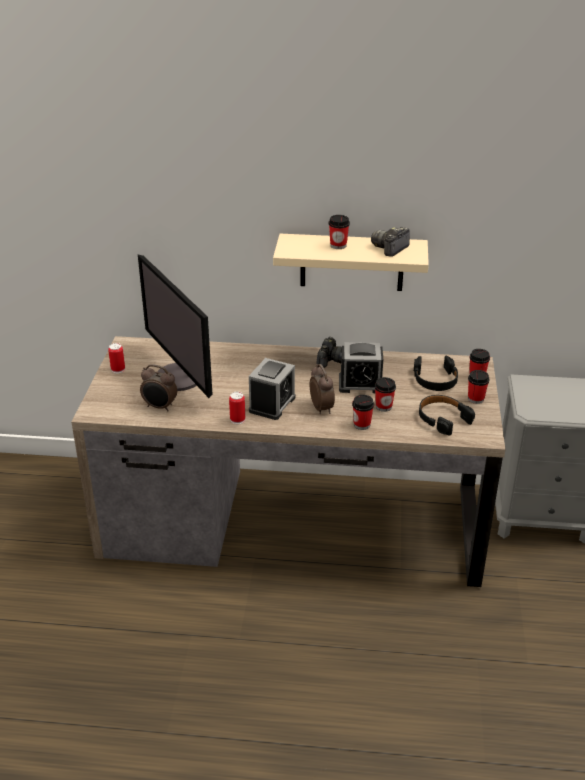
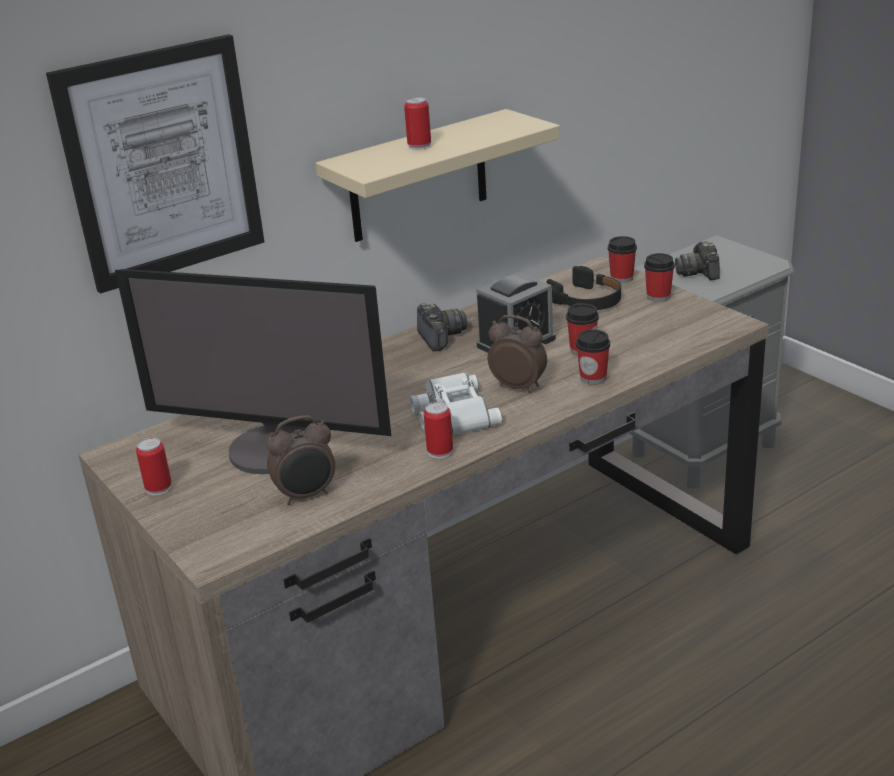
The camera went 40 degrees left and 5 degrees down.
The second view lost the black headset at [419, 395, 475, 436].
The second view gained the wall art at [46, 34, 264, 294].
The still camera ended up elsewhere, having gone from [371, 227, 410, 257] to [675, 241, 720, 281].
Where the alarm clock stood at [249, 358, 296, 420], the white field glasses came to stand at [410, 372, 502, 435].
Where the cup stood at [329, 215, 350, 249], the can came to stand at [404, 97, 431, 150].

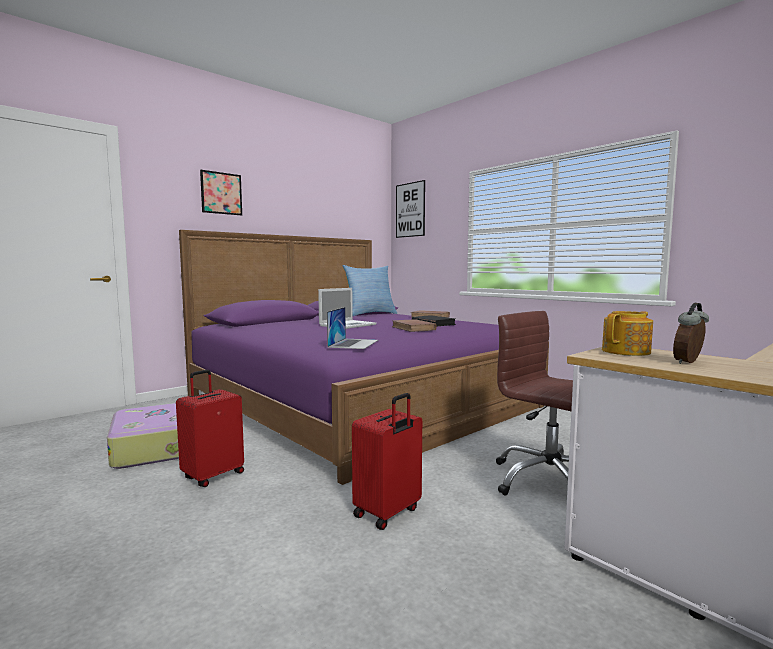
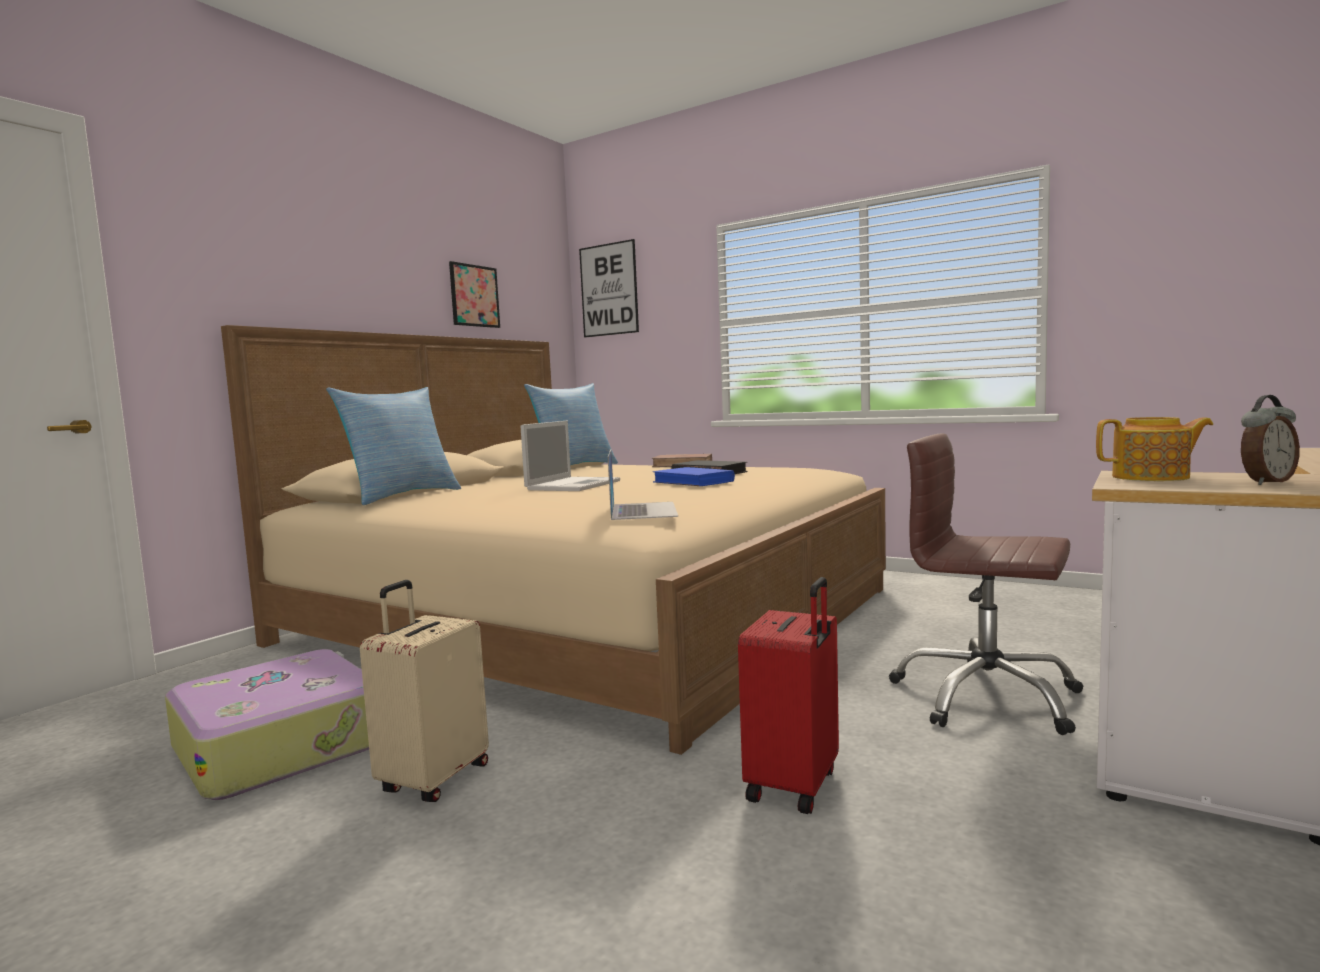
The camera went 15 degrees left and 0 degrees up.
The second view gained the pillow at [326, 387, 461, 505].
The wall art ended up elsewhere, having gone from [200, 170, 242, 216] to [449, 261, 500, 328].
What was the red-coloured travel case at [176, 370, 244, 487] turned into the sand-coloured travel case at [360, 580, 489, 802].
What was the purple-coloured bed at [179, 230, 549, 485] turned into the sand-coloured bed at [221, 325, 886, 755].
What was the brown-coloured volume at [392, 319, 437, 332] turned into the blue-coloured volume at [653, 467, 735, 486].
The teapot at [602, 311, 653, 356] ended up facing another way, 60 degrees clockwise from before.
The alarm clock at [673, 303, 709, 364] ended up facing another way, 150 degrees counterclockwise from before.

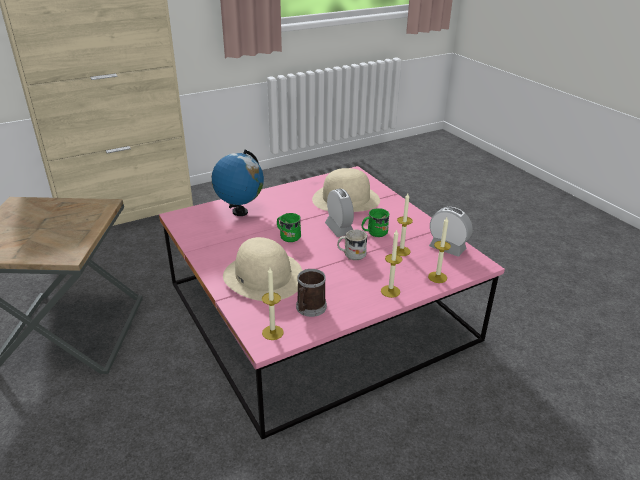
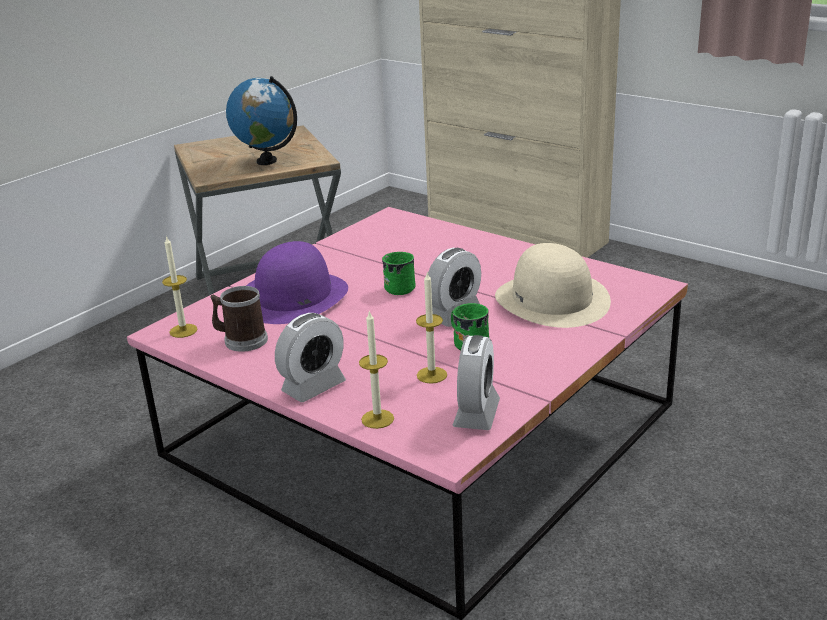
The camera went 70 degrees right and 5 degrees down.
The second view lost the white tea mug at [337, 230, 367, 260].
The globe ended up elsewhere, having gone from [212, 150, 264, 216] to [226, 76, 297, 165].
Where the wax light stood at [381, 229, 402, 298], the alarm clock came to stand at [275, 313, 346, 402].
What was the sand-coloured clothing hat at [223, 237, 303, 301] turned into the purple-coloured clothing hat at [246, 241, 348, 324].

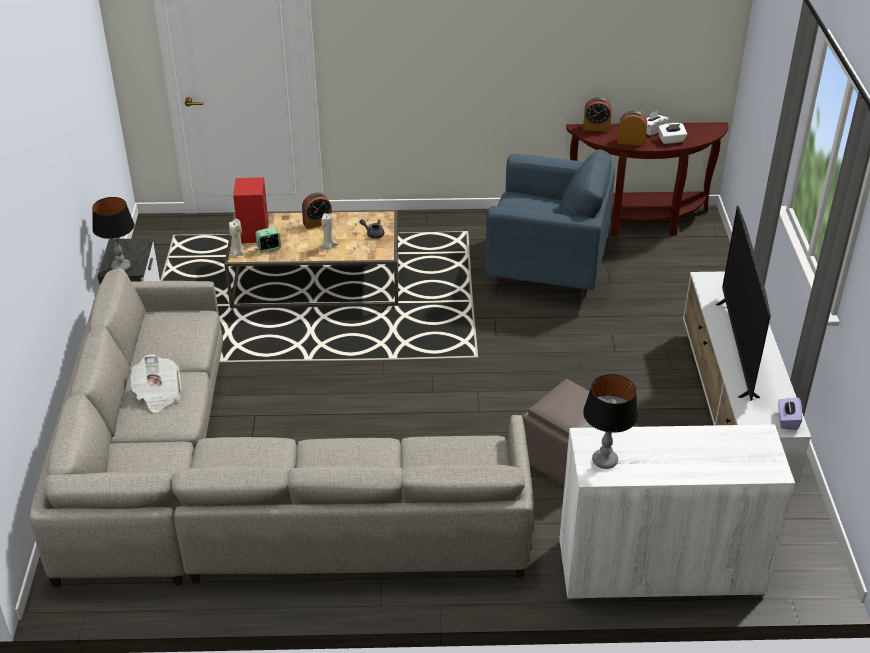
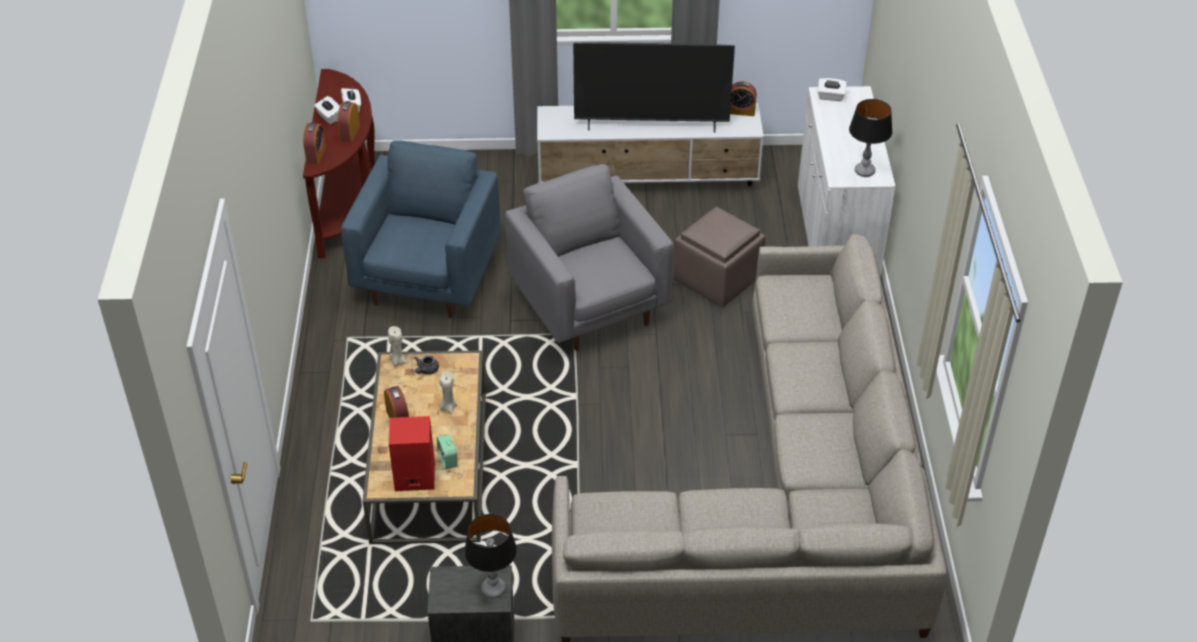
The camera went 90 degrees left and 5 degrees up.
The second view lost the daily paper at [130, 354, 181, 413].
The second view gained the grey easy chair at [505, 164, 674, 351].
The second view gained the white tissue box at [818, 78, 847, 101].
The sand-coloured wax light ended up elsewhere, having gone from [229, 219, 245, 257] to [388, 326, 408, 366].
Where the purple-coloured tissue box stood at [778, 398, 802, 430], the alarm clock came to stand at [730, 81, 756, 116].

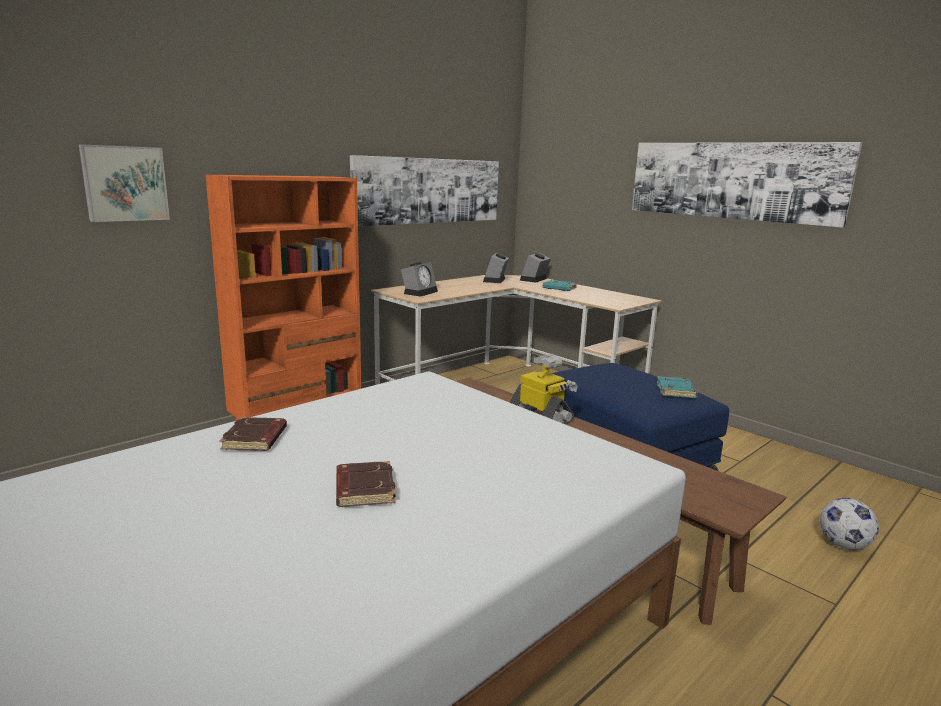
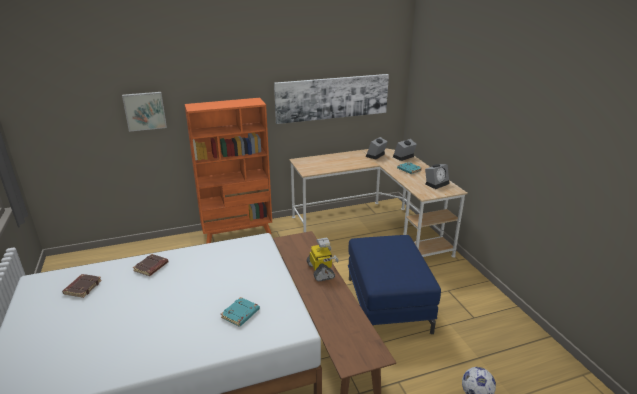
The camera went 25 degrees right and 10 degrees up.
The second view lost the wall art at [632, 142, 862, 228].
The brown-coloured volume ended up elsewhere, having gone from [336, 461, 396, 507] to [62, 274, 102, 298].
The alarm clock ended up elsewhere, having gone from [401, 262, 438, 297] to [425, 164, 450, 189].
The turquoise-coloured volume ended up elsewhere, having gone from [656, 376, 698, 398] to [221, 297, 260, 327].

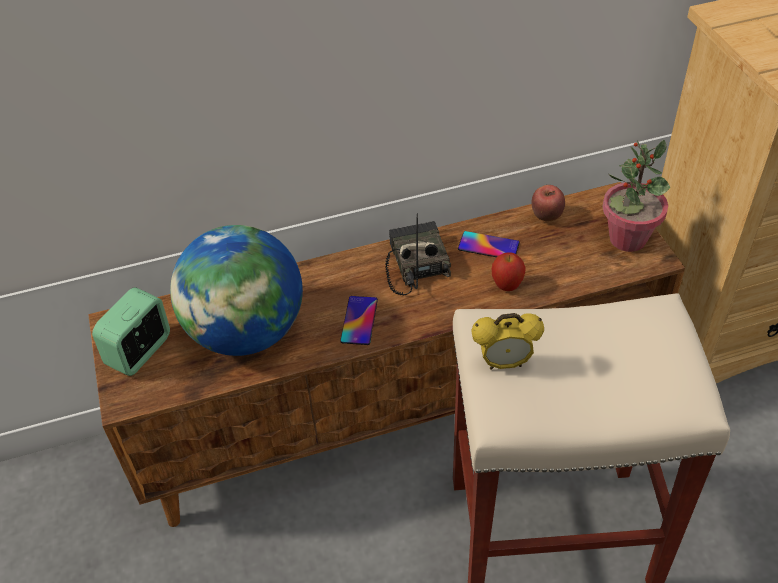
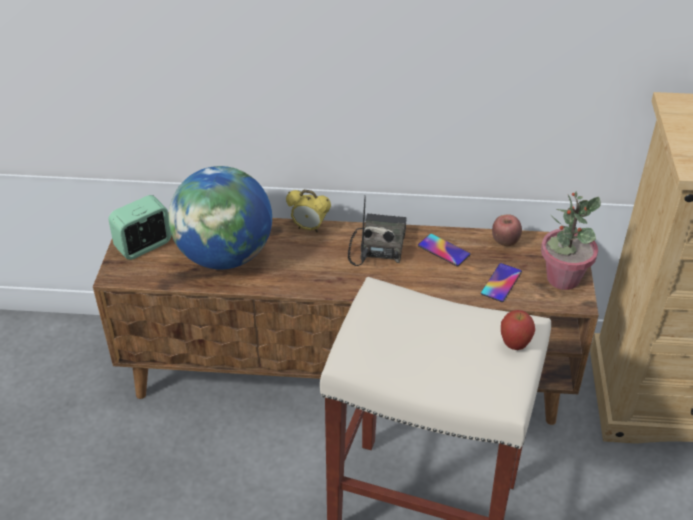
The camera went 20 degrees right and 5 degrees down.
The handset ended up elsewhere, having gone from [340, 296, 378, 345] to [481, 263, 522, 302].
The alarm clock ended up elsewhere, having gone from [471, 313, 544, 370] to [286, 190, 331, 233].
The apple fruit ended up elsewhere, having gone from [492, 252, 526, 291] to [501, 310, 535, 350].

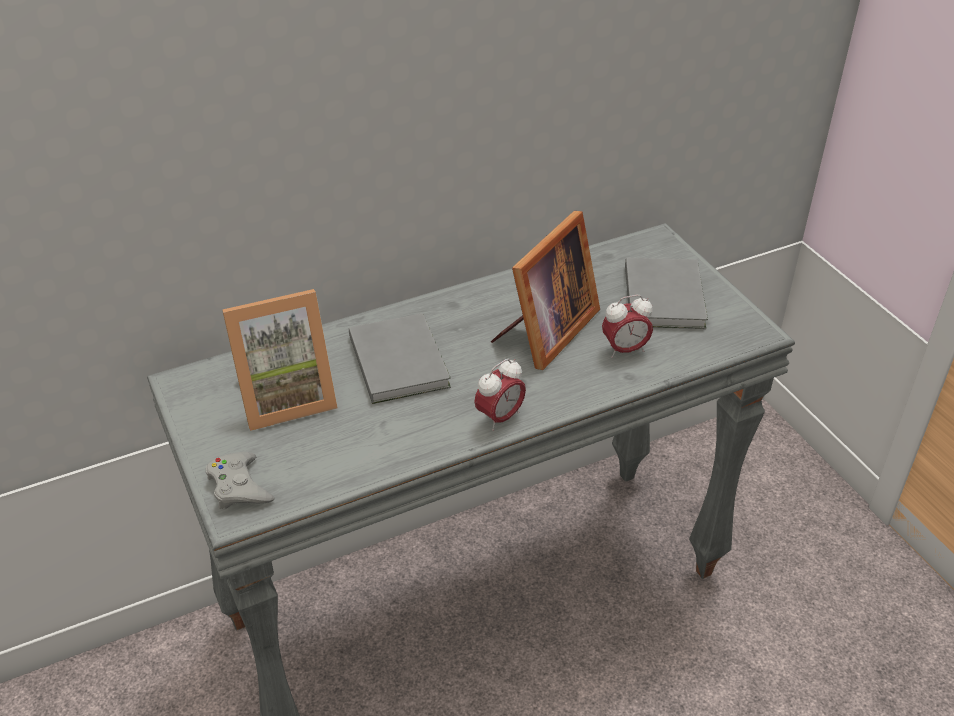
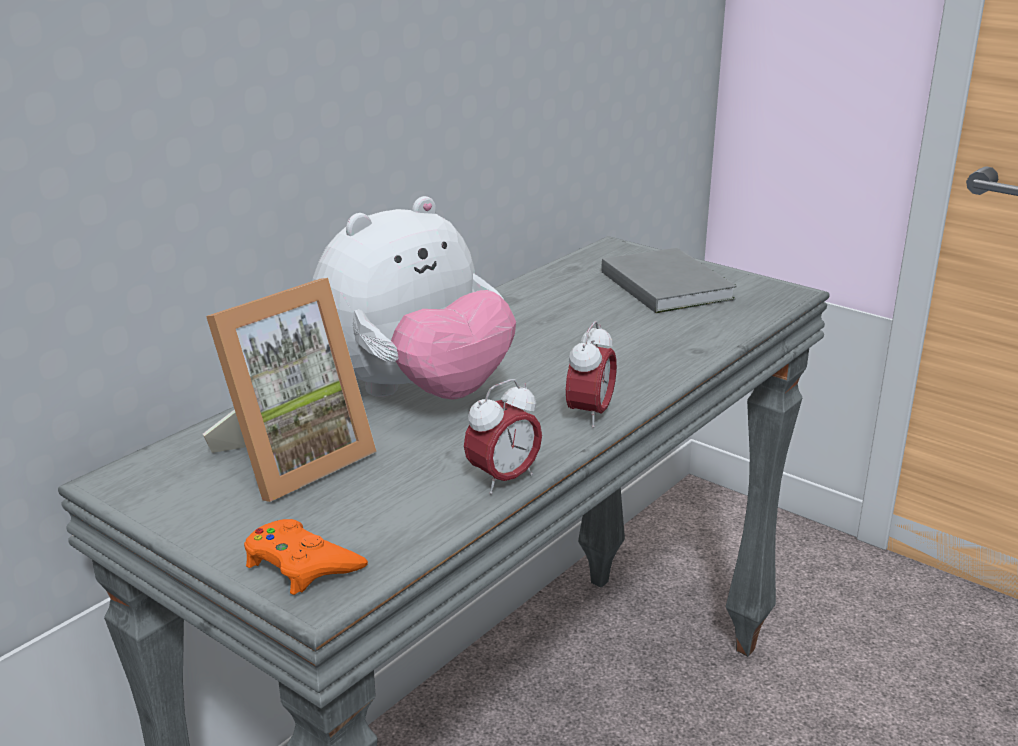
The camera went 25 degrees left and 15 degrees down.
The second view lost the photo frame at [491, 211, 600, 370].
The alarm clock ended up elsewhere, having gone from [602, 295, 653, 358] to [464, 379, 542, 494].
Where the grey volume stood at [349, 313, 451, 404], the soft toy came to stand at [312, 196, 516, 400].
What was the grey joypad at [205, 452, 274, 509] turned into the orange-coloured joypad at [244, 519, 368, 595].

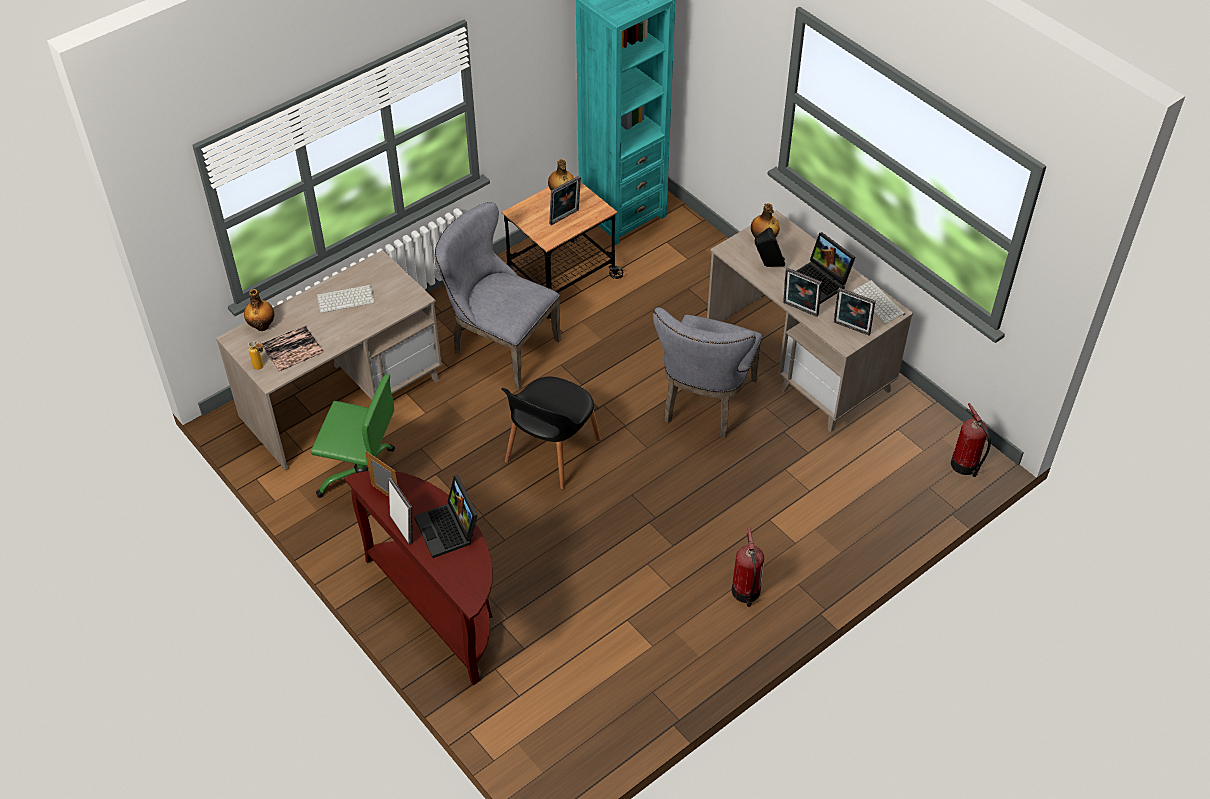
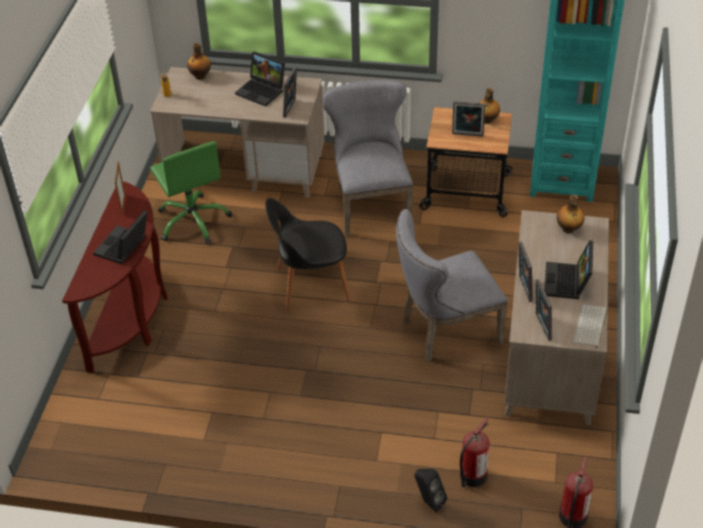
The camera went 50 degrees right and 5 degrees down.
The second view lost the volume at [262, 325, 323, 372].
The photo frame ended up elsewhere, having gone from [388, 477, 413, 545] to [283, 66, 297, 118].
The fire-fighting cylinder ended up elsewhere, having gone from [732, 528, 764, 607] to [460, 417, 490, 487].
The black speaker ended up elsewhere, having gone from [755, 228, 785, 267] to [415, 469, 447, 513].
Where the computer keyboard stood at [317, 285, 375, 313], the notebook computer came to stand at [235, 51, 285, 107].

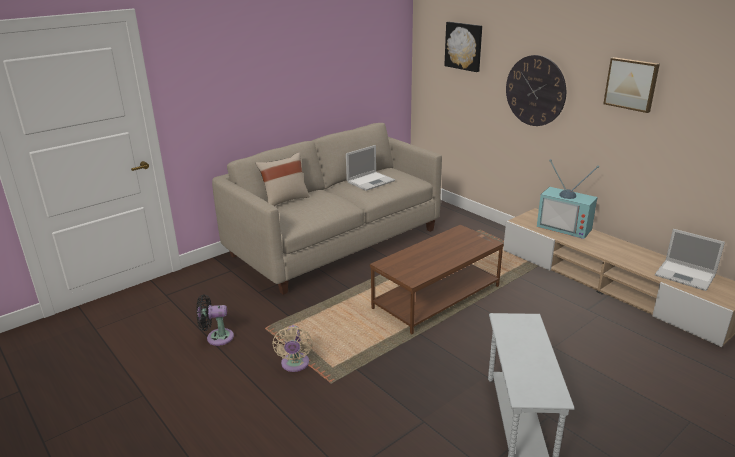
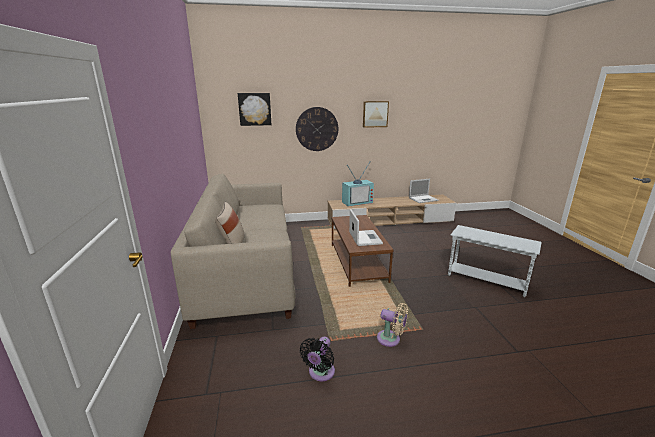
The camera went 60 degrees left and 5 degrees down.
The notebook computer ended up elsewhere, having gone from [346, 145, 395, 191] to [349, 209, 383, 246].

